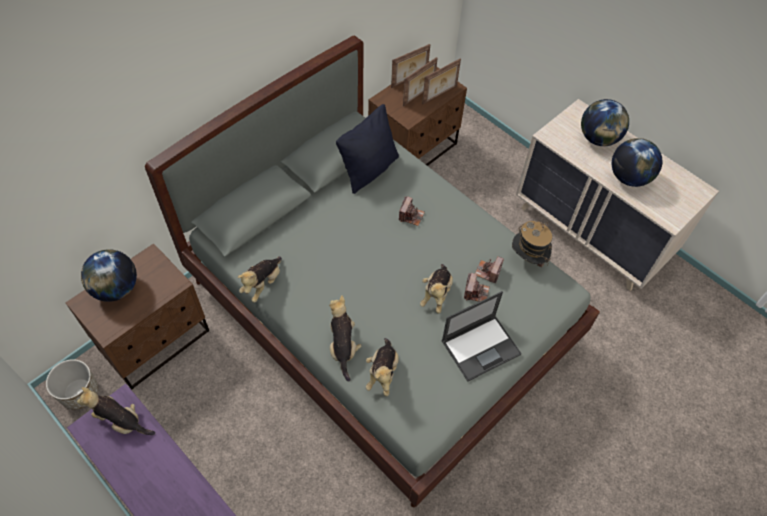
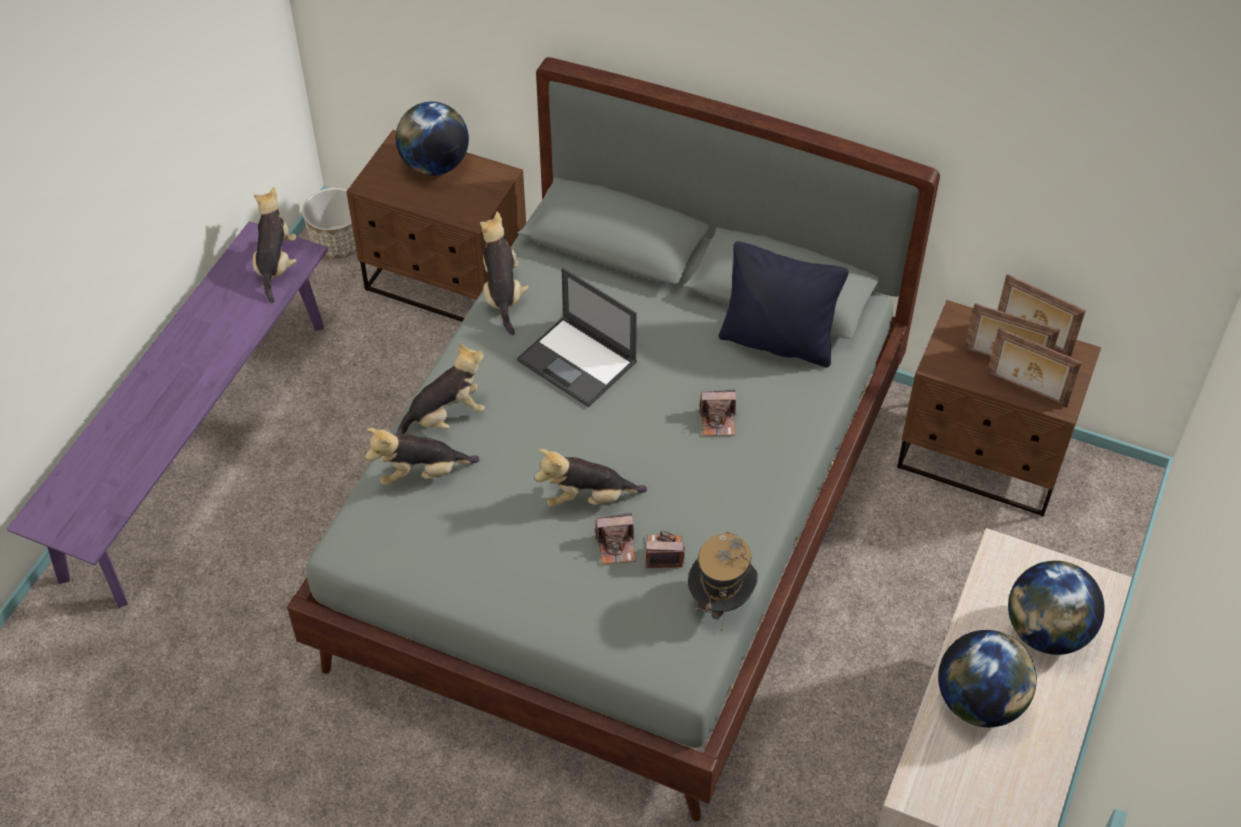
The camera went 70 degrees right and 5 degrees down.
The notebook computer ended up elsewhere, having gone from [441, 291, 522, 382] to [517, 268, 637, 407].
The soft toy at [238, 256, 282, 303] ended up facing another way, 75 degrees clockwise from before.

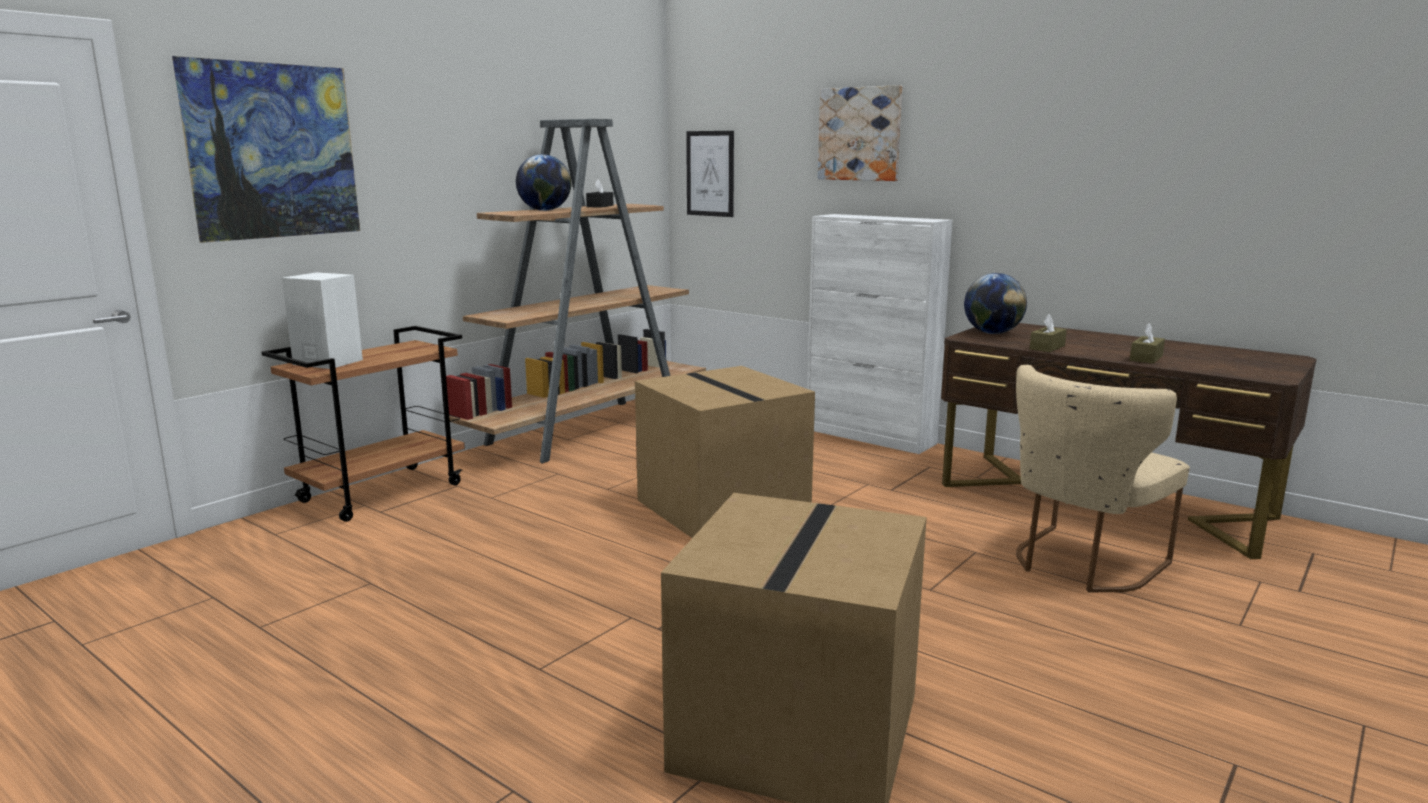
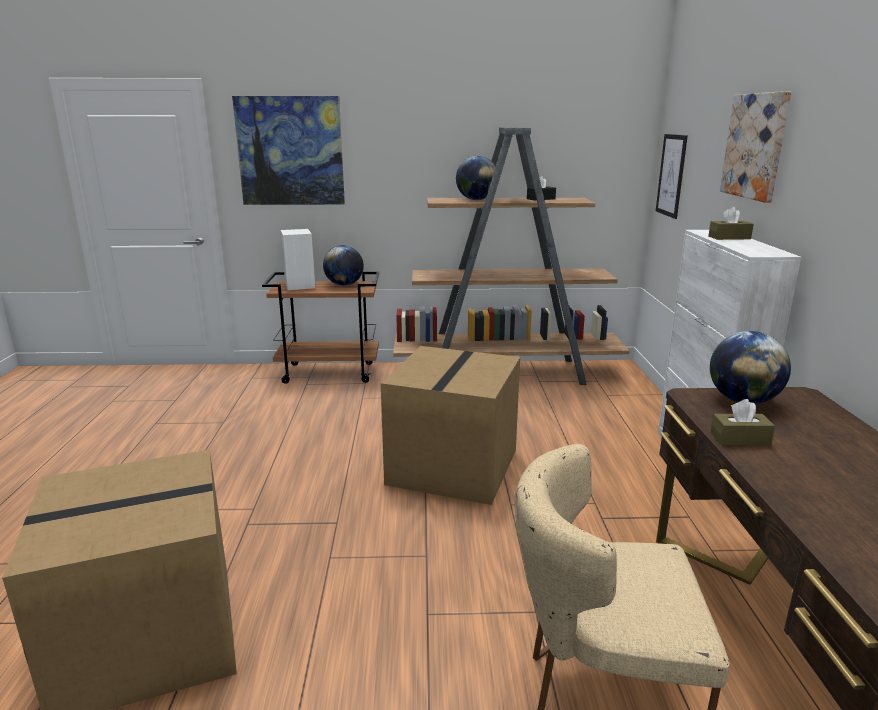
The camera went 50 degrees right and 5 degrees up.
The second view gained the globe at [323, 245, 364, 286].
The brown-coloured tissue box ended up elsewhere, having gone from [1130, 323, 1165, 364] to [708, 207, 754, 240].

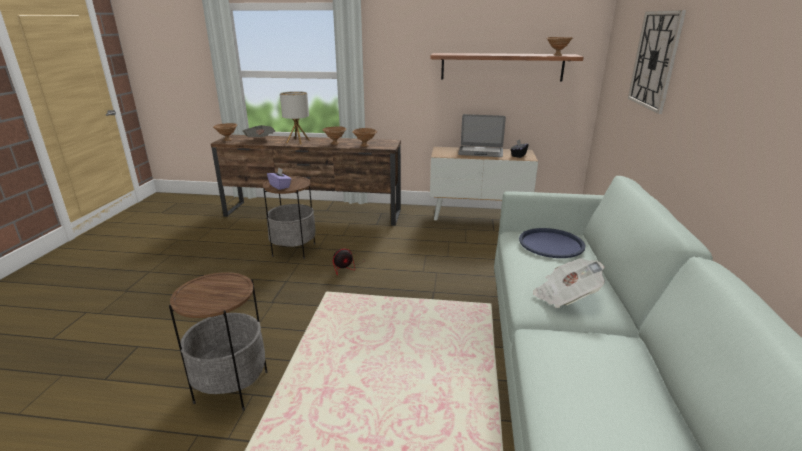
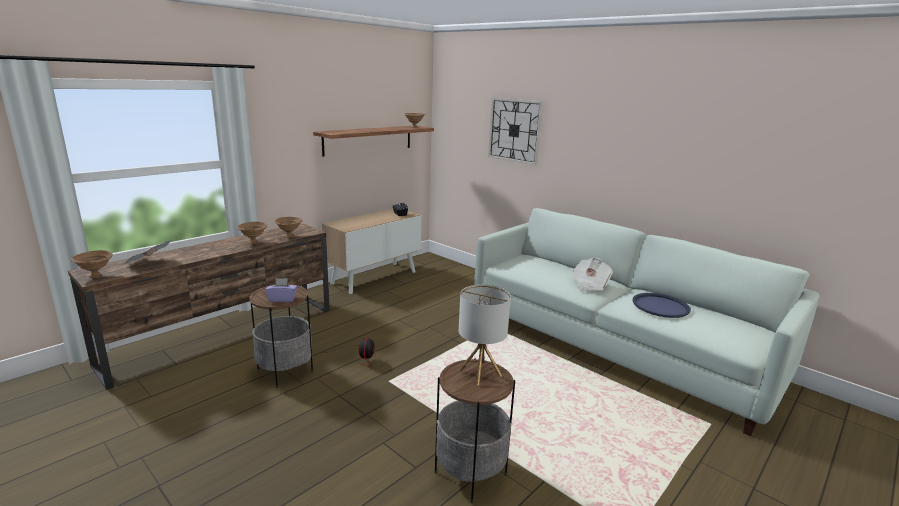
The camera went 55 degrees left and 5 degrees down.
The second view lost the notebook computer at [458, 114, 506, 157].
The tabletop lamp ended up elsewhere, having gone from [280, 91, 310, 144] to [459, 285, 511, 386].
The blue-coloured carrying tray ended up elsewhere, having gone from [519, 228, 586, 258] to [632, 293, 691, 318].

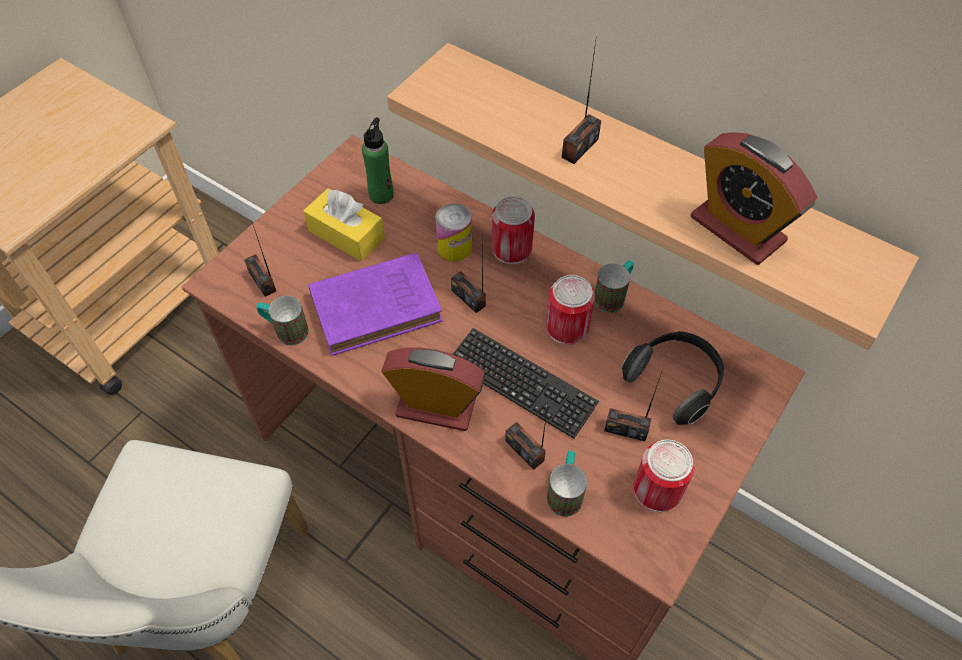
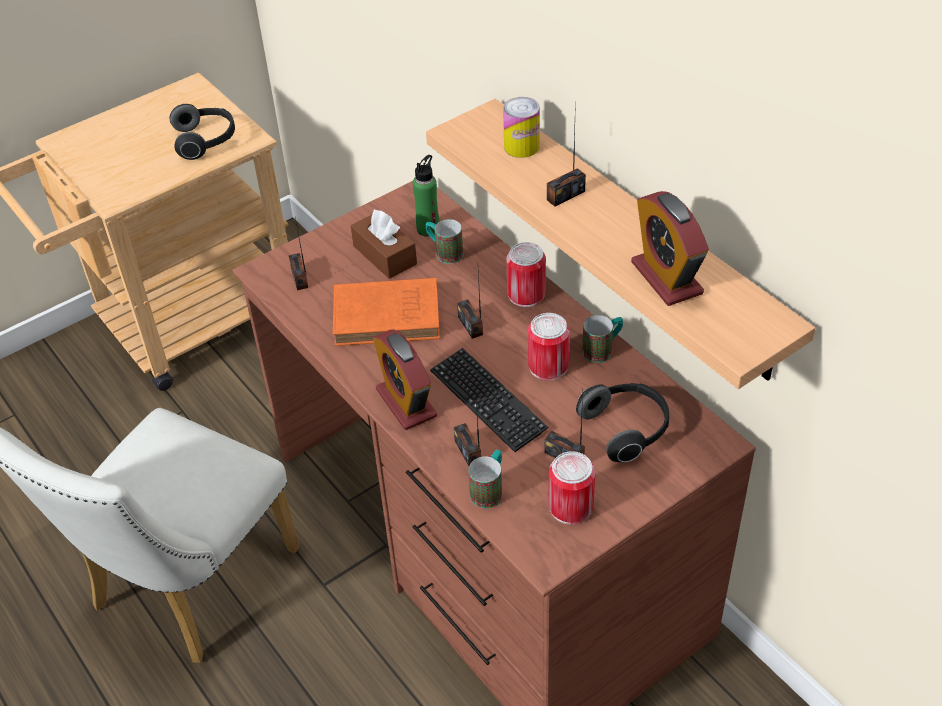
The camera went 20 degrees right and 10 degrees down.
The second view gained the headset at [170, 104, 235, 160].
The tea mug ended up elsewhere, having gone from [256, 295, 309, 345] to [426, 219, 463, 264].
The can ended up elsewhere, having gone from [435, 203, 472, 261] to [503, 97, 540, 158].
What was the yellow tissue box at [303, 188, 385, 261] turned into the brown-coloured tissue box at [351, 210, 417, 279].
What was the purple-coloured volume at [308, 253, 443, 356] turned into the orange-coloured volume at [333, 278, 440, 346].
The alarm clock at [381, 347, 485, 431] ended up facing another way, 150 degrees counterclockwise from before.

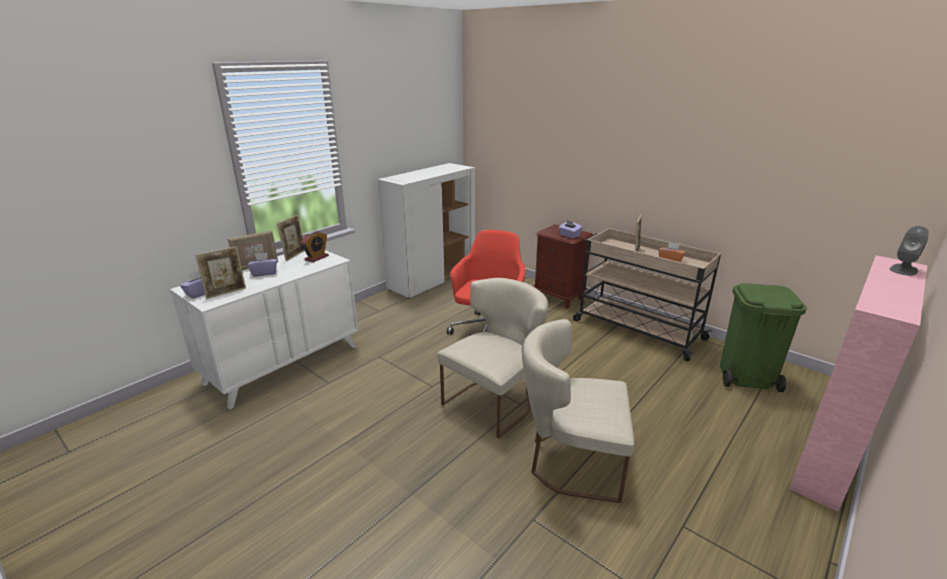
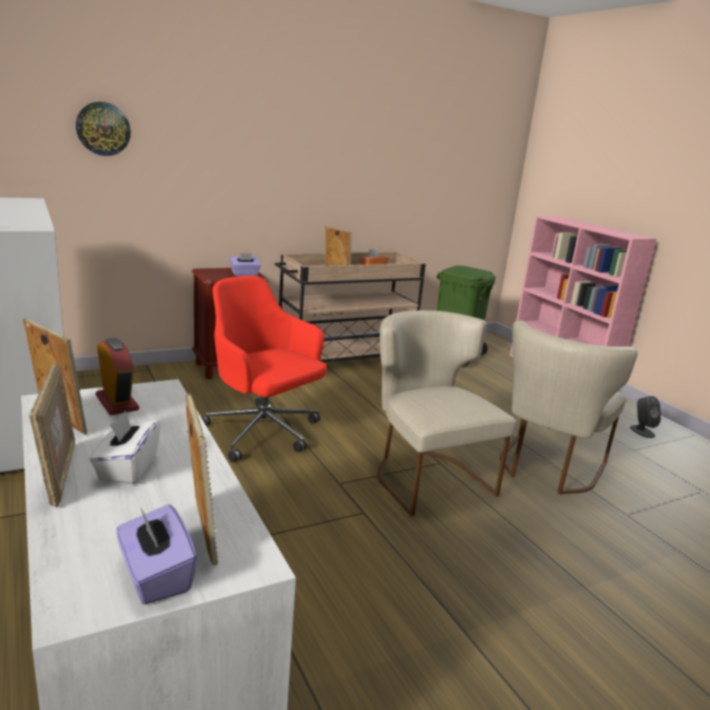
The camera went 70 degrees left and 5 degrees down.
The second view gained the hanging clock at [76, 102, 131, 156].
The grey speaker ended up elsewhere, having gone from [890, 226, 929, 276] to [630, 396, 661, 438].
What was the purple-coloured tissue box at [247, 253, 277, 277] turned into the white tissue box at [90, 411, 161, 484].

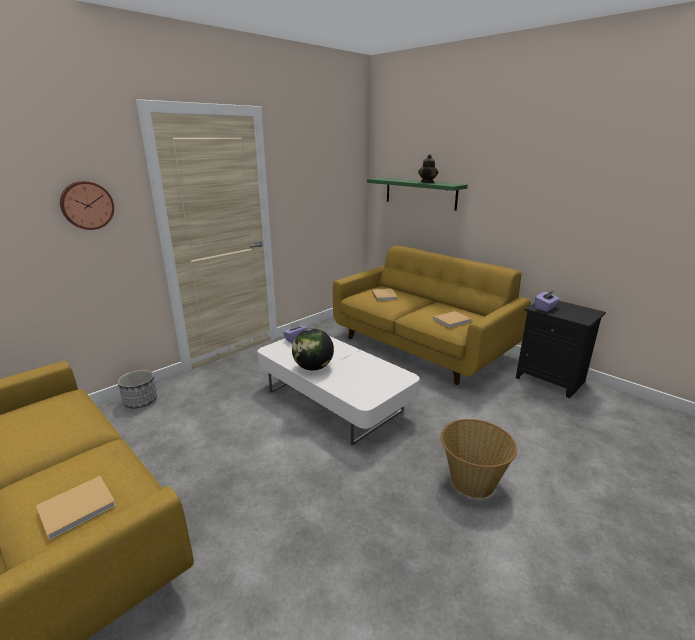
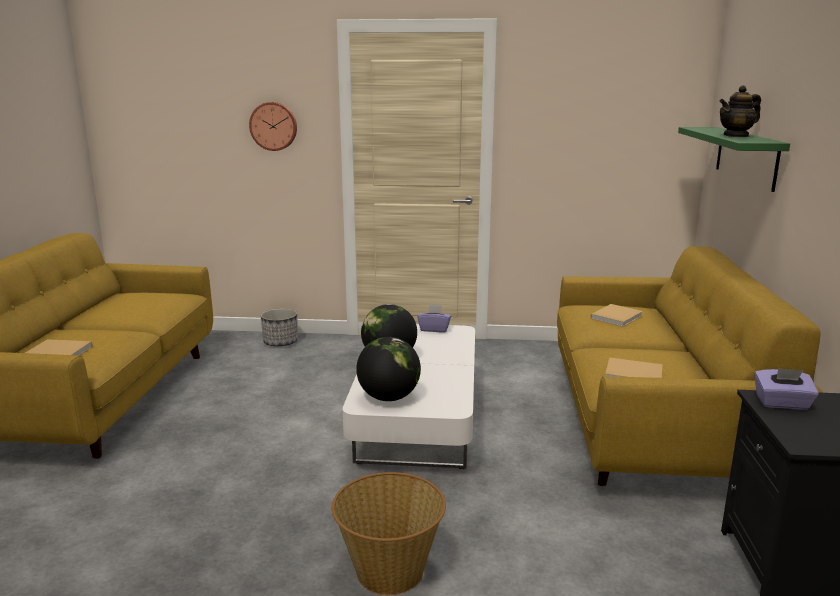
The camera went 50 degrees right and 5 degrees down.
The second view gained the globe at [356, 337, 421, 401].

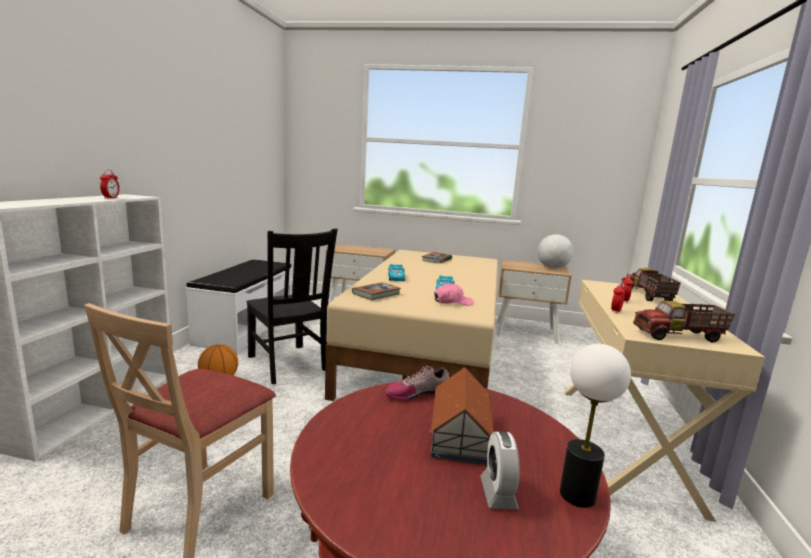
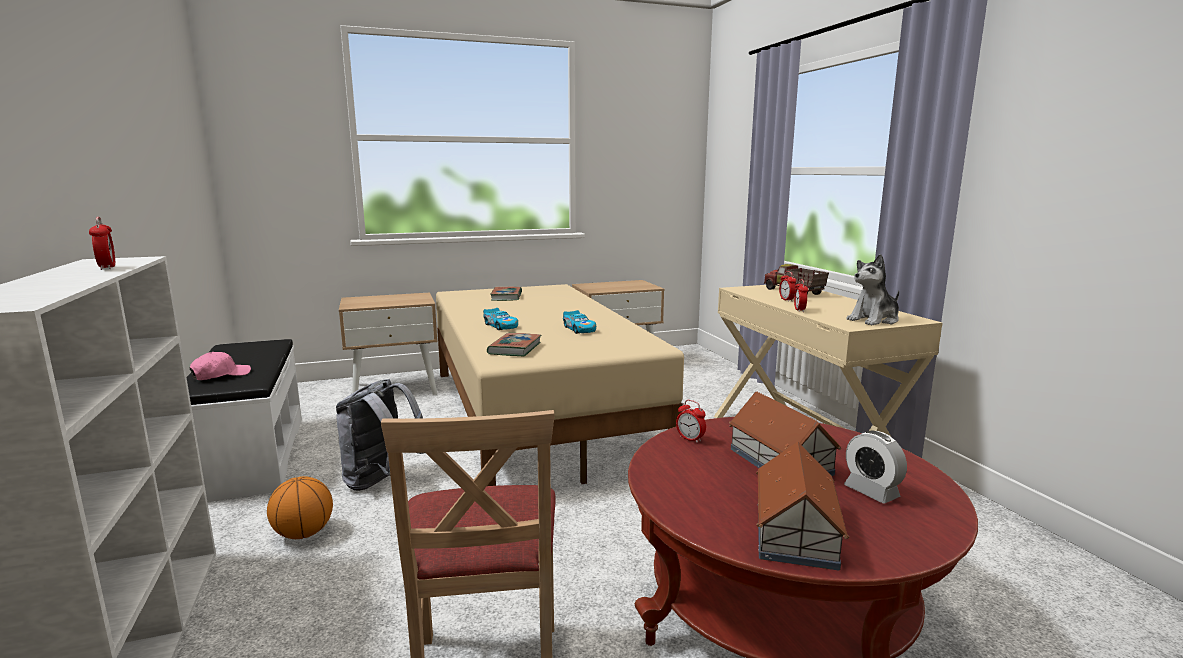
The camera went 30 degrees left and 0 degrees up.
The second view lost the globe at [537, 234, 574, 269].
The second view lost the tabletop lamp at [560, 344, 631, 508].
The second view gained the toy house at [756, 442, 849, 570].
The pinkish peaked cap ended up elsewhere, having gone from [434, 283, 473, 306] to [190, 352, 251, 380].
Where the black chair stood at [246, 228, 337, 384], the grey knapsack came to stand at [336, 379, 424, 491].
Where the shoe stood at [385, 365, 449, 401], the alarm clock came to stand at [676, 400, 706, 443].
Where the toy truck stood at [633, 301, 735, 343], the soft toy came to stand at [846, 254, 899, 326].

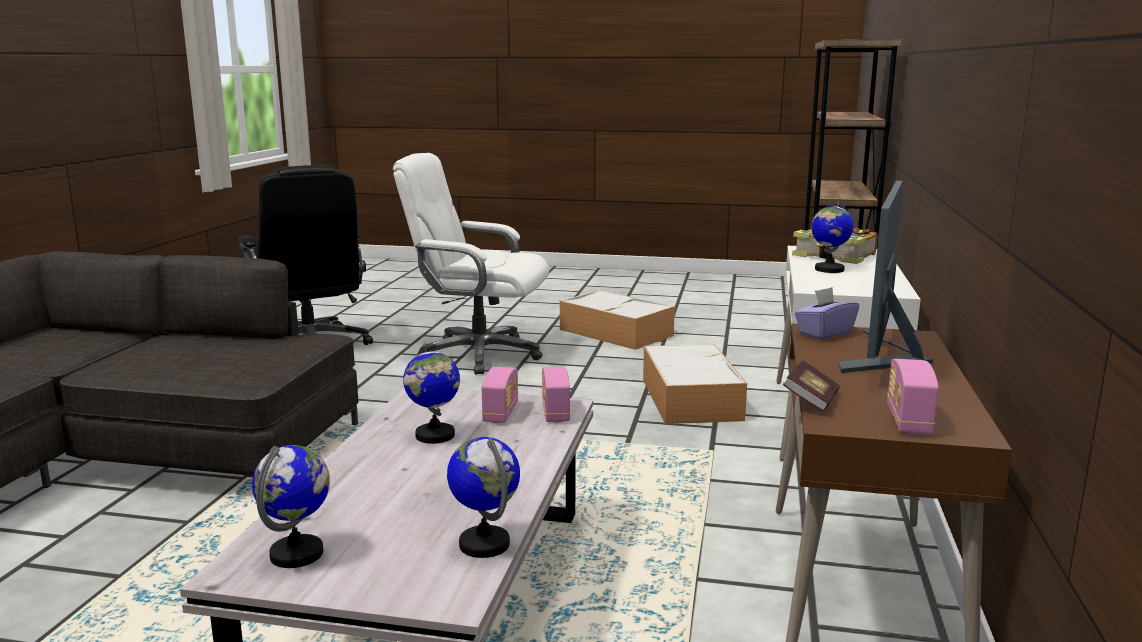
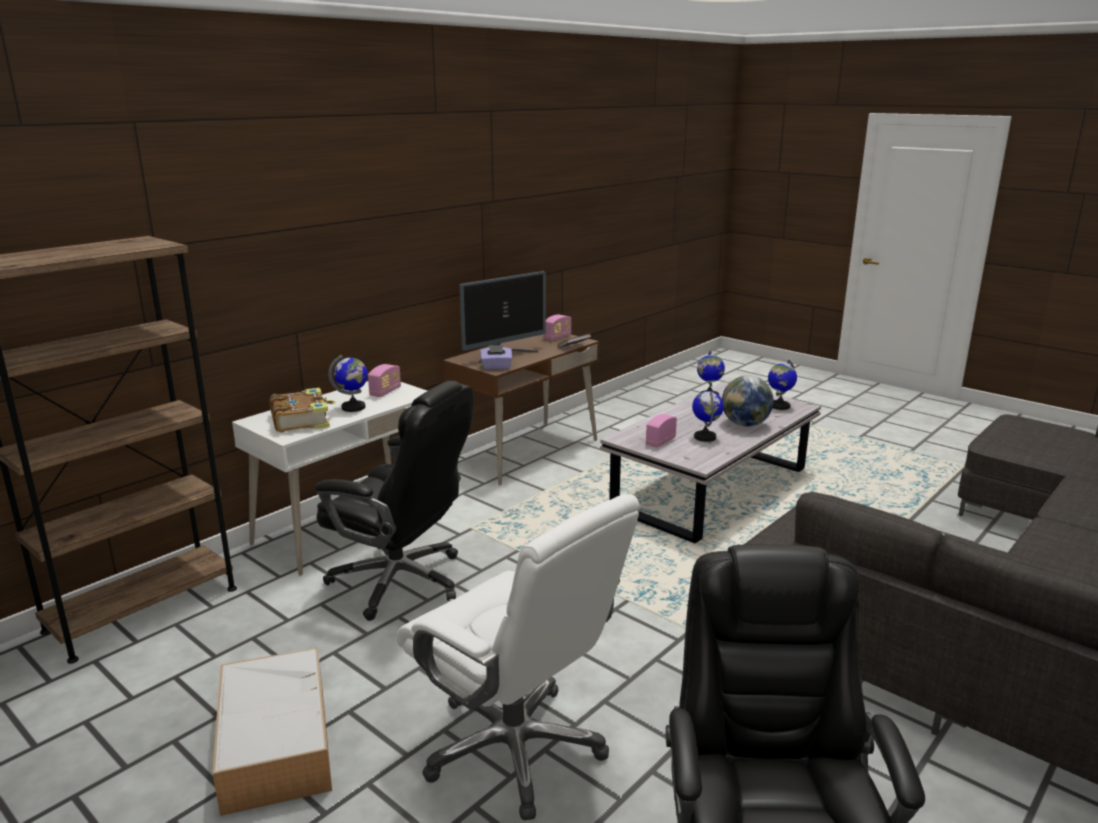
The camera went 150 degrees left and 5 degrees up.
The second view gained the globe at [722, 376, 774, 427].
The radio set ended up elsewhere, having gone from [542, 367, 571, 422] to [368, 364, 401, 397].
Where the storage box stood at [643, 344, 747, 424], the black office chair came to stand at [315, 381, 473, 621].

